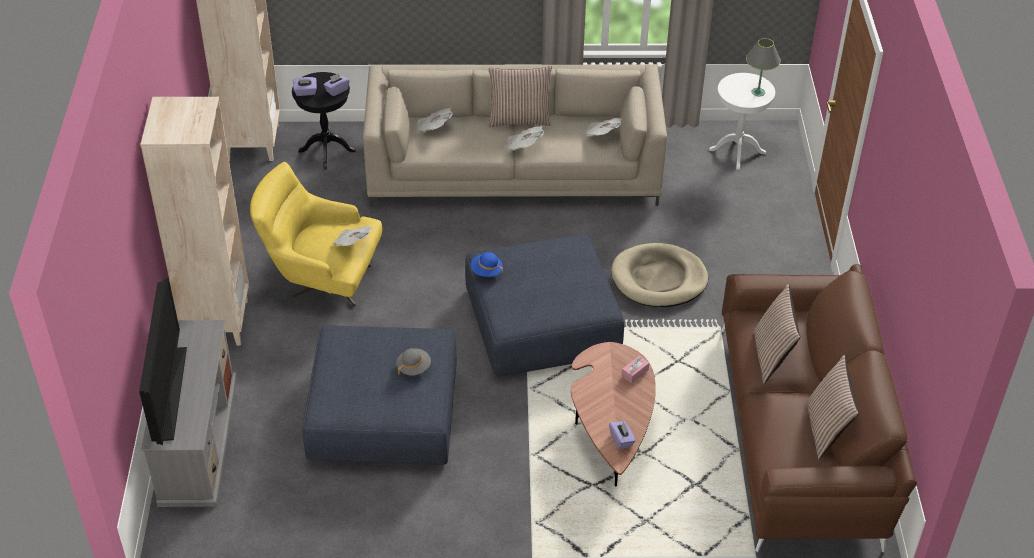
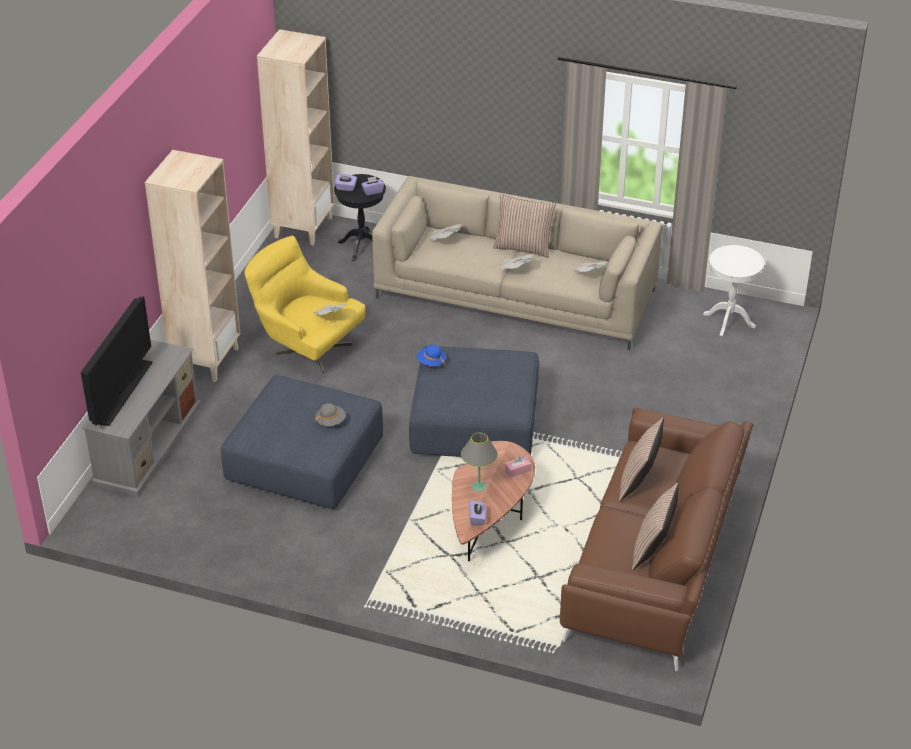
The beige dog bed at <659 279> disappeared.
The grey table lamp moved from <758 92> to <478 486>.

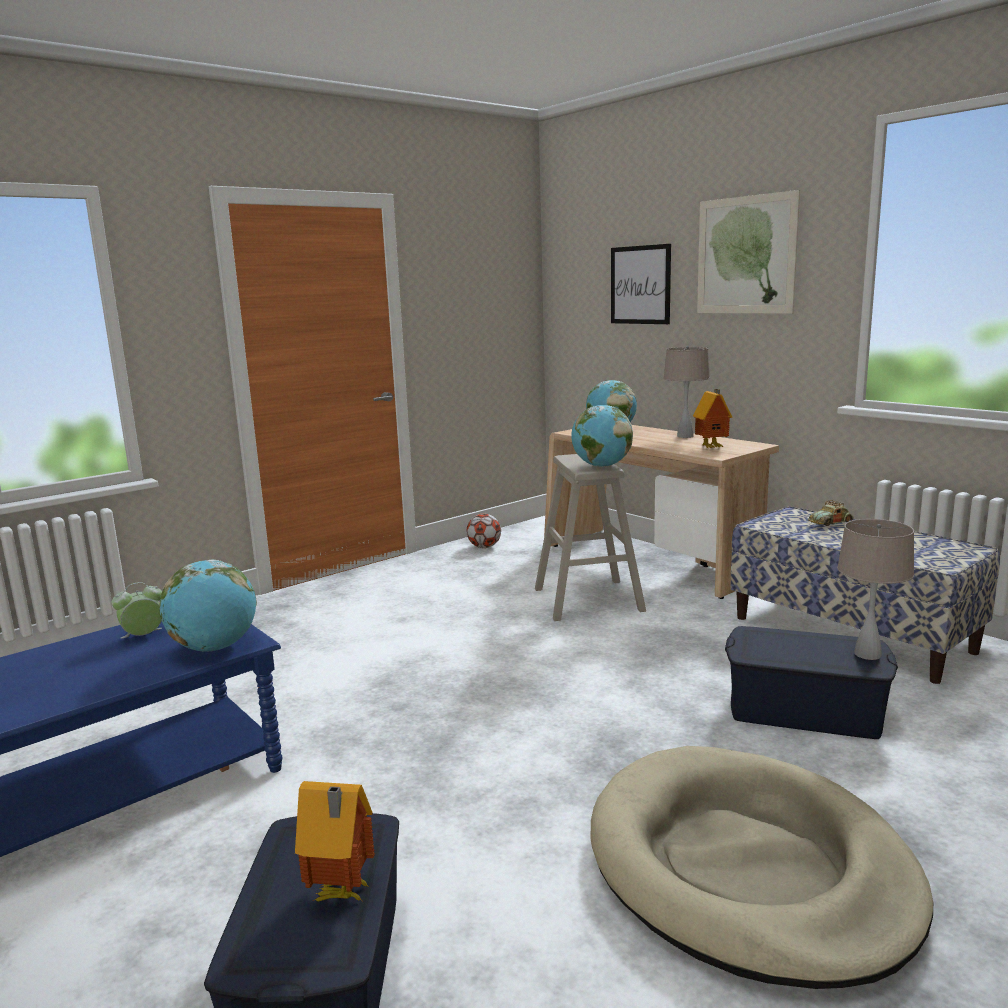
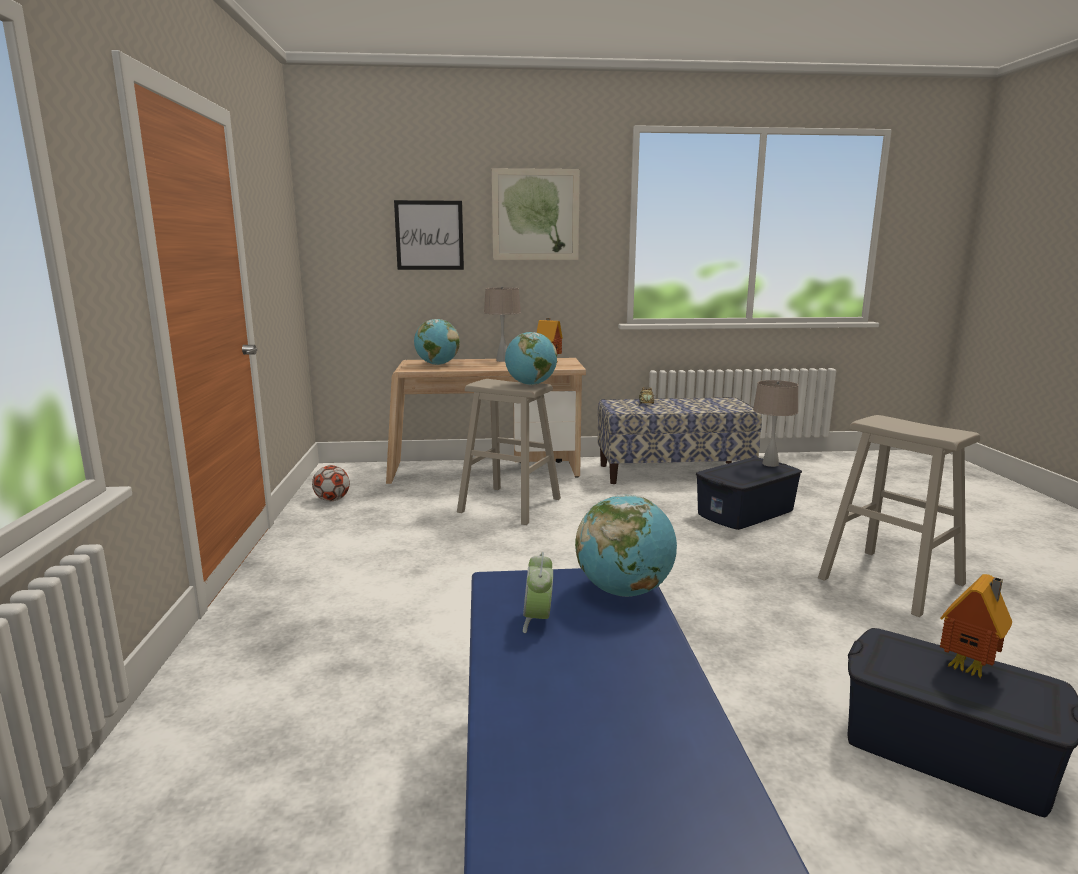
The beige dog bed at <748 868> was replaced by the beige stool at <891 581>.

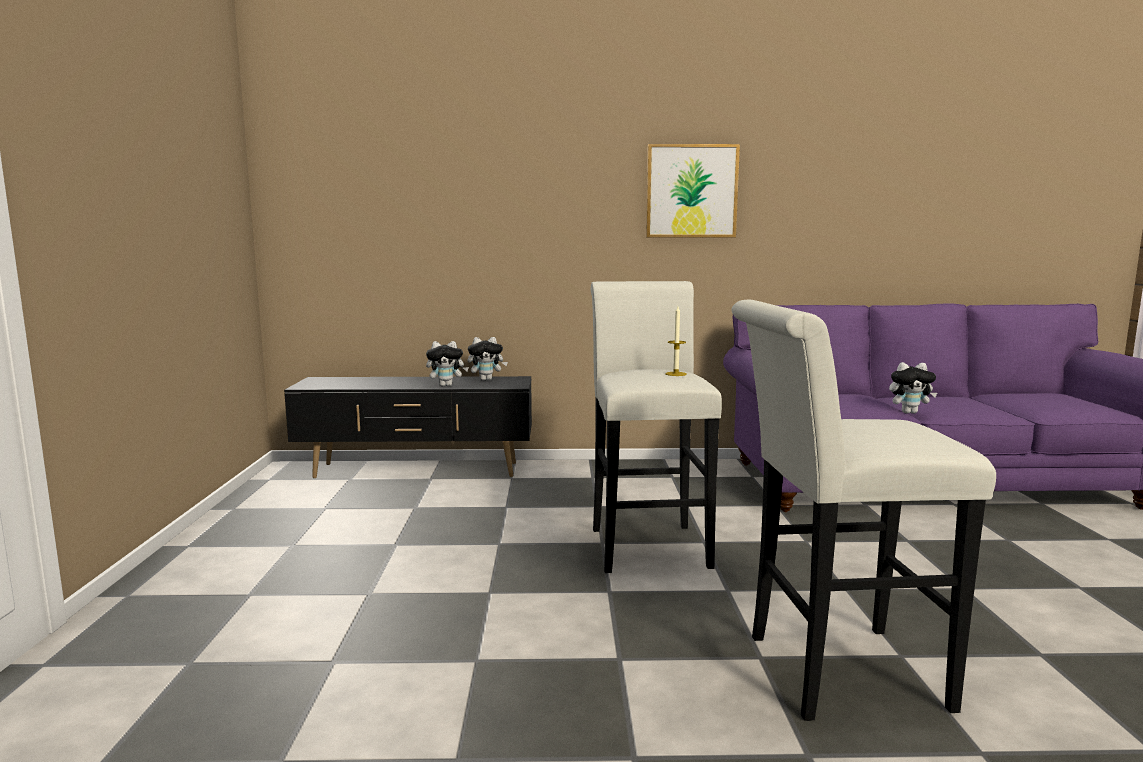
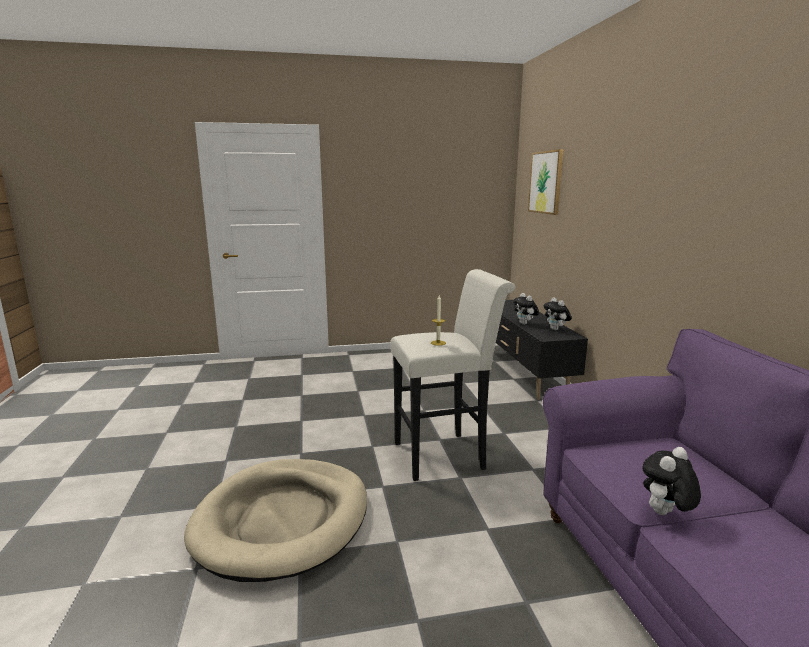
The picture moved from <691 191> to <546 182>.
The white stool at <831 672> was replaced by the beige dog bed at <283 520>.
The plush toy at <909 412> turned 60 degrees clockwise.

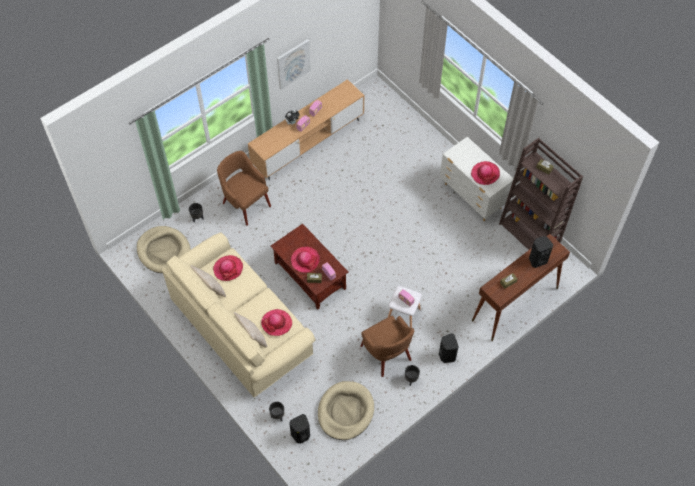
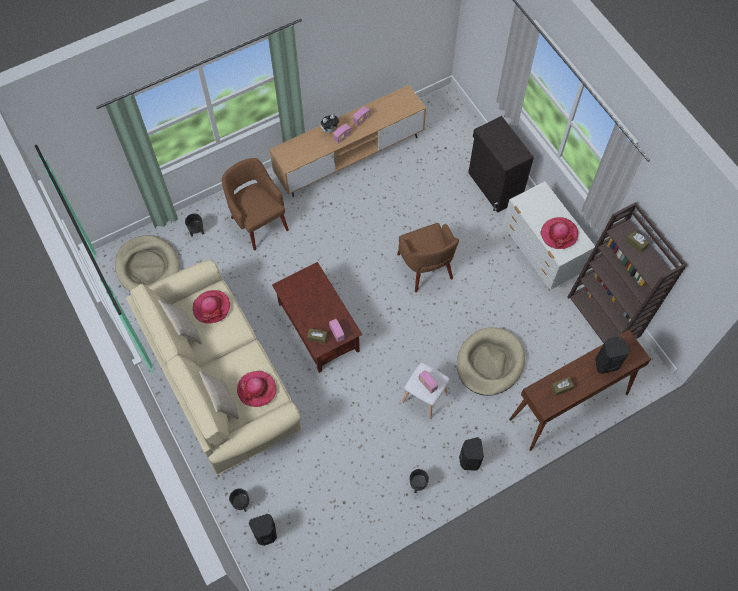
The picture at <293 63> disappeared.
The hat at <305 260> disappeared.
The beige dog bed moved from <345 411> to <489 363>.
The brown armchair moved from <386 353> to <425 267>.
The black cabinet at <494 187> appeared.

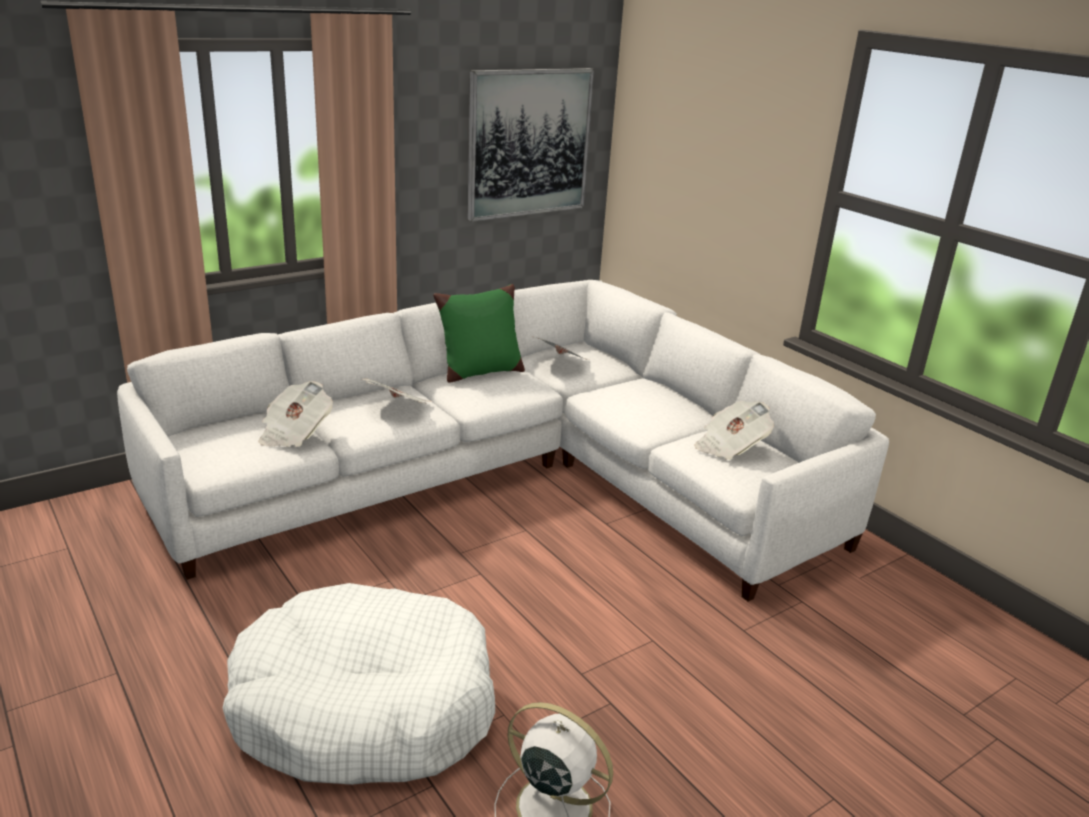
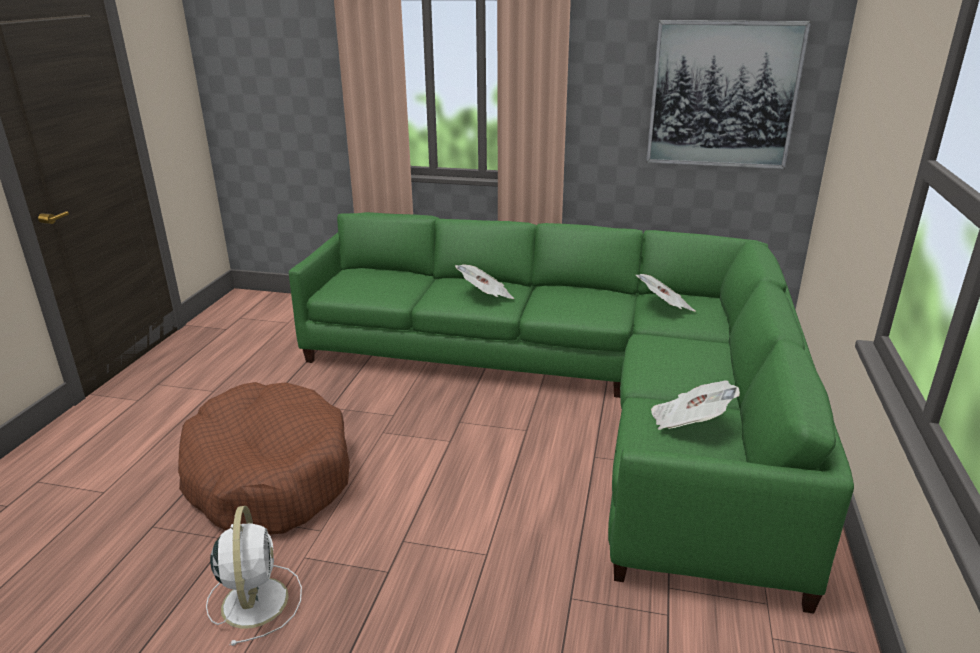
The white sofa at <514 478> became the green sofa at <577 392>.
The white dog bed at <364 707> became the brown dog bed at <268 475>.
The newspaper at <294 433> disappeared.
The green pillow at <479 372> disappeared.

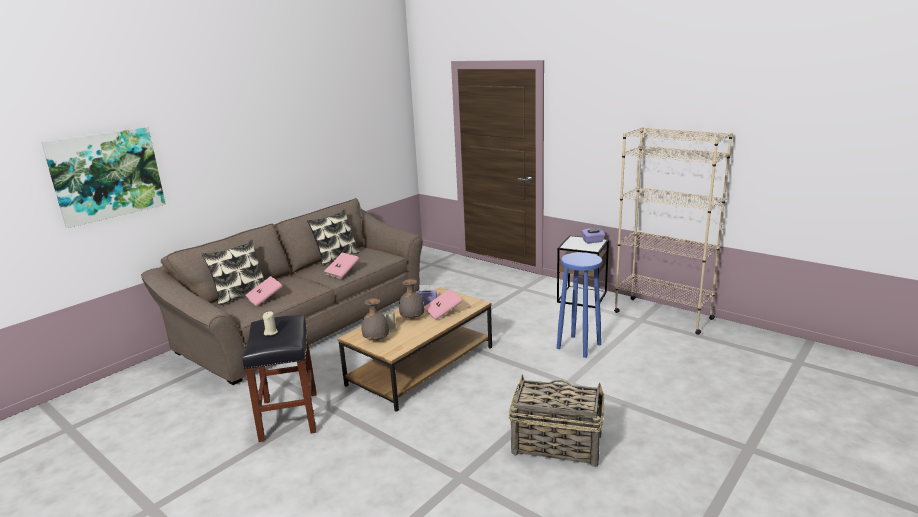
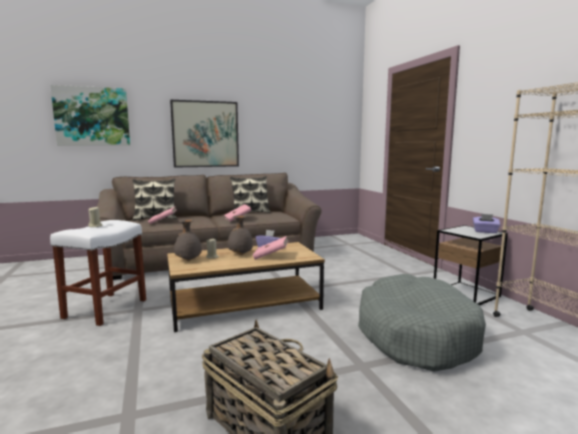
The black stool at <288 415> became the white stool at <106 308>.
The blue stool at <579 346> was replaced by the grey dog bed at <415 335>.
The picture at <205 134> appeared.

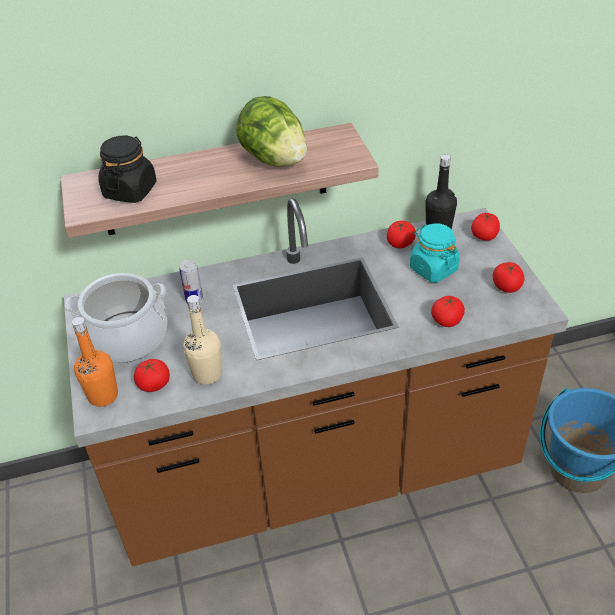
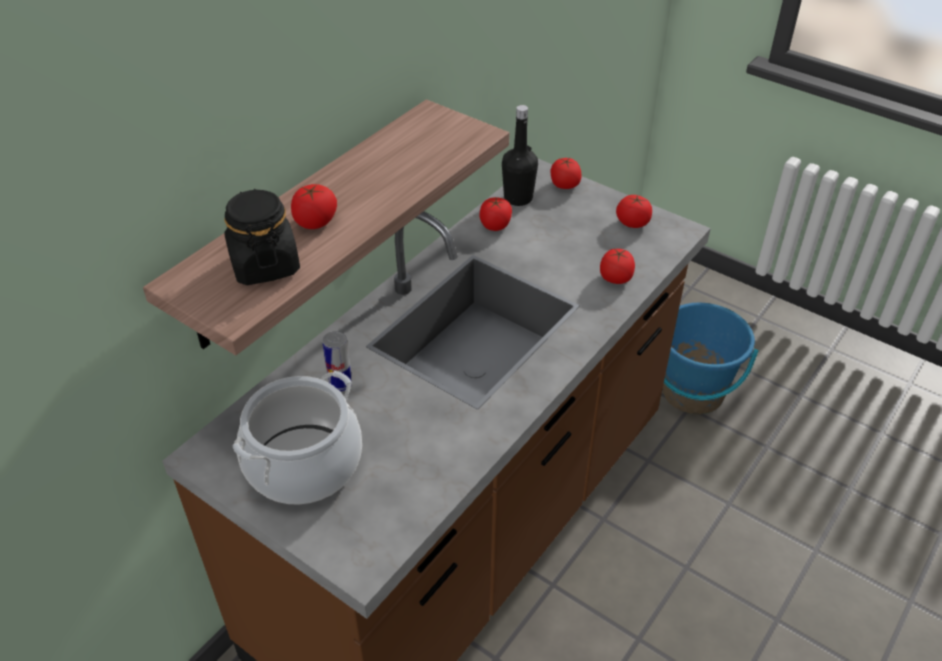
The orange bottle at <103 396> disappeared.
The tomato moved from <154 384> to <315 222>.
The beige bottle at <207 374> disappeared.
The lettuce at <274 159> disappeared.
The turquoise jar at <433 269> disappeared.

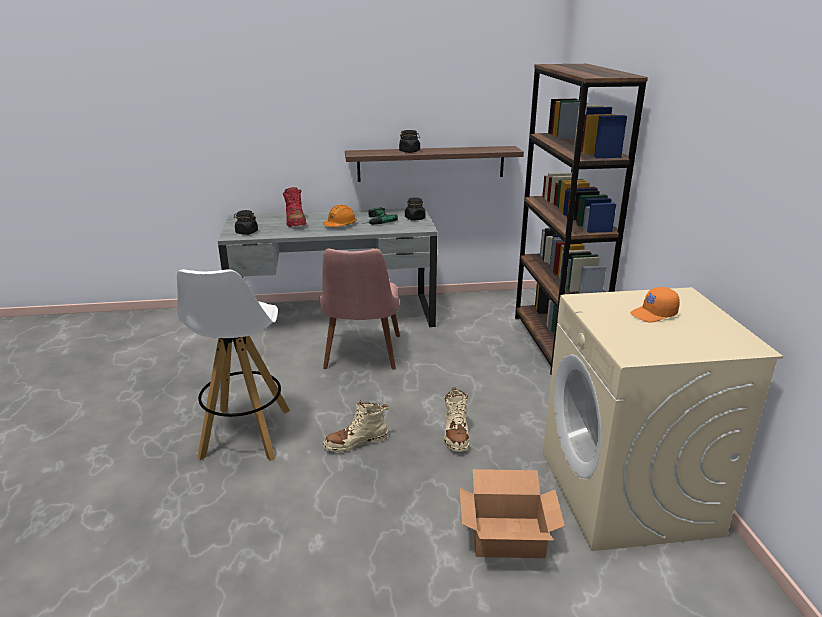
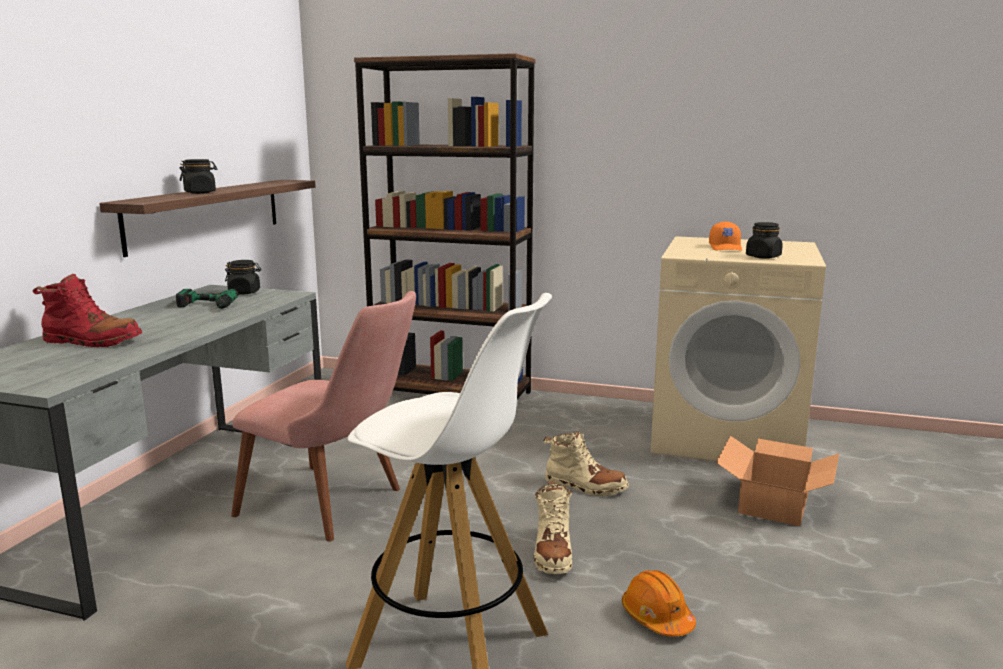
The black jar moved from <246 232> to <763 257>.
The orange hard hat moved from <340 225> to <657 617>.

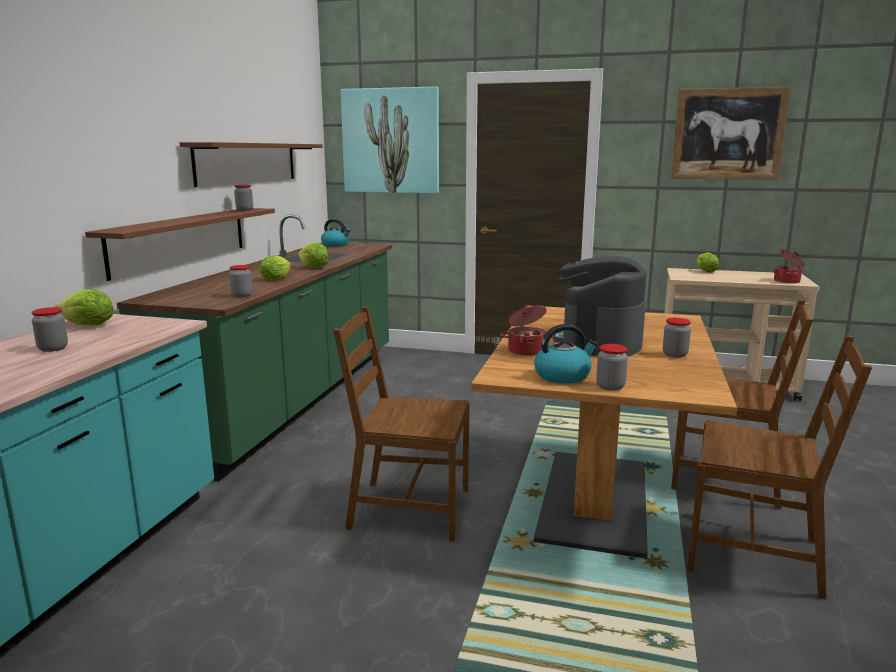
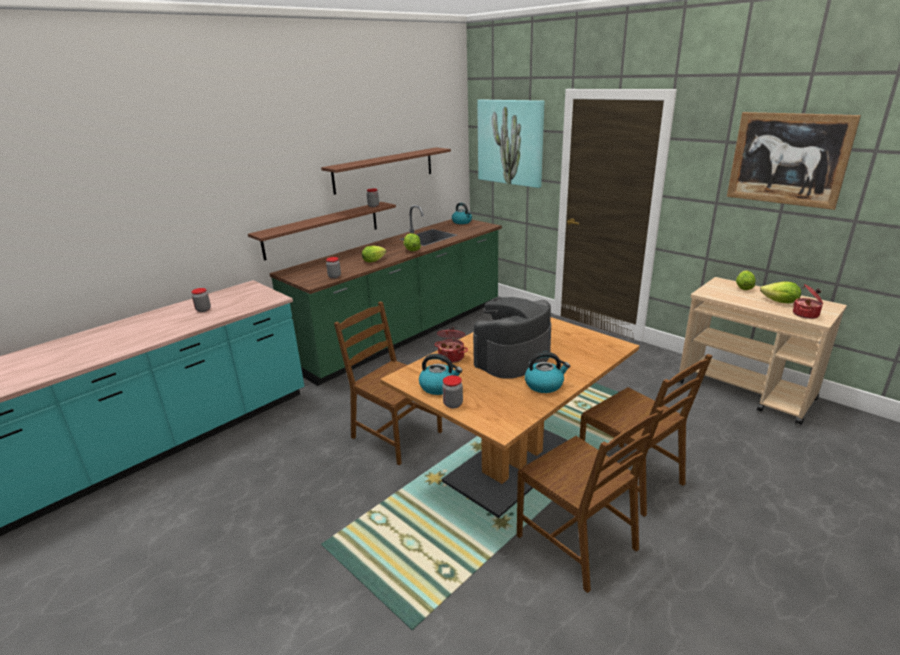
The lettuce moved from <88 326> to <780 302>.
The jar at <675 355> was replaced by the kettle at <544 385>.

